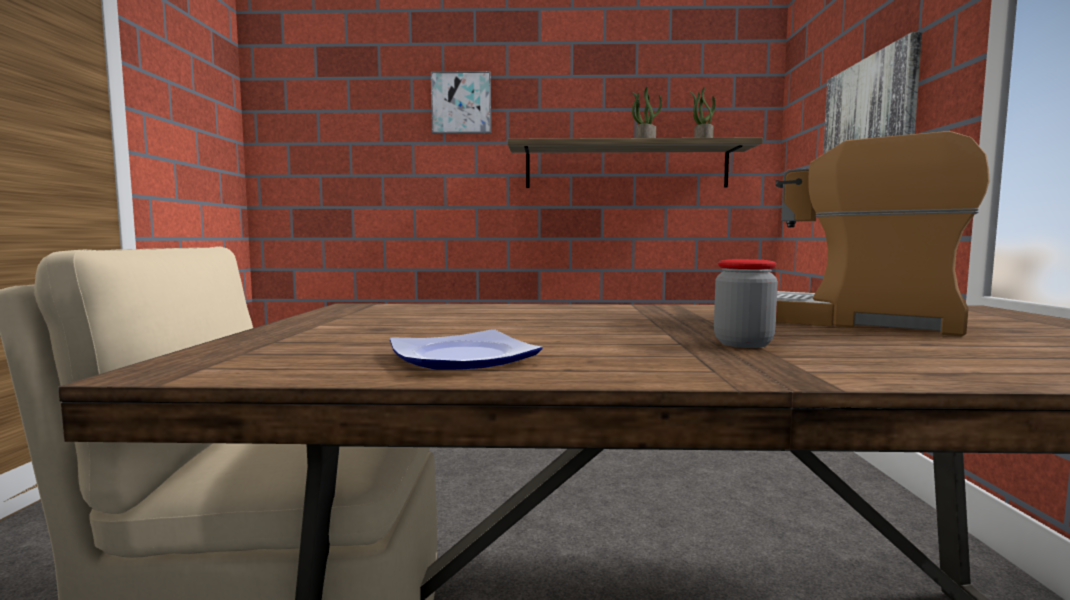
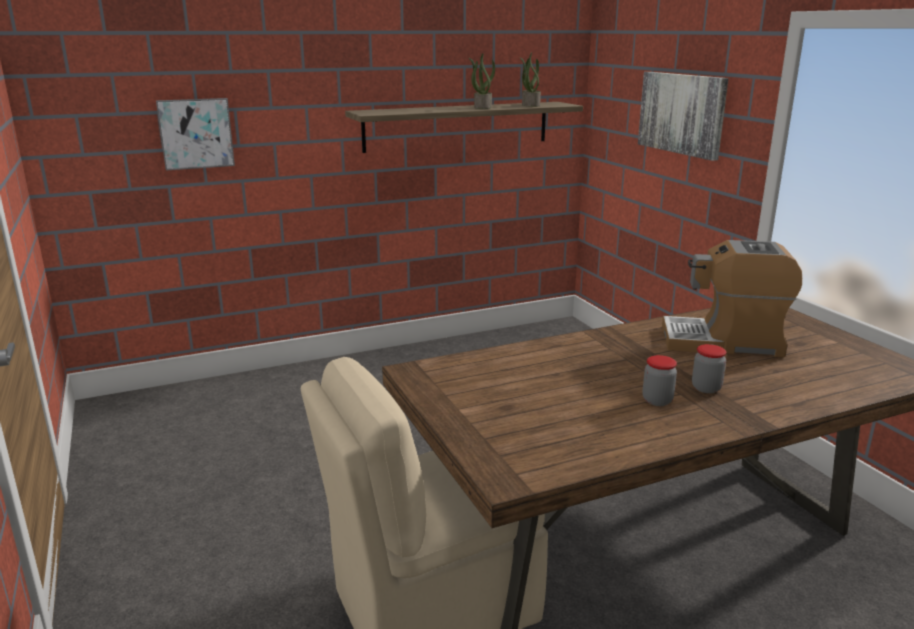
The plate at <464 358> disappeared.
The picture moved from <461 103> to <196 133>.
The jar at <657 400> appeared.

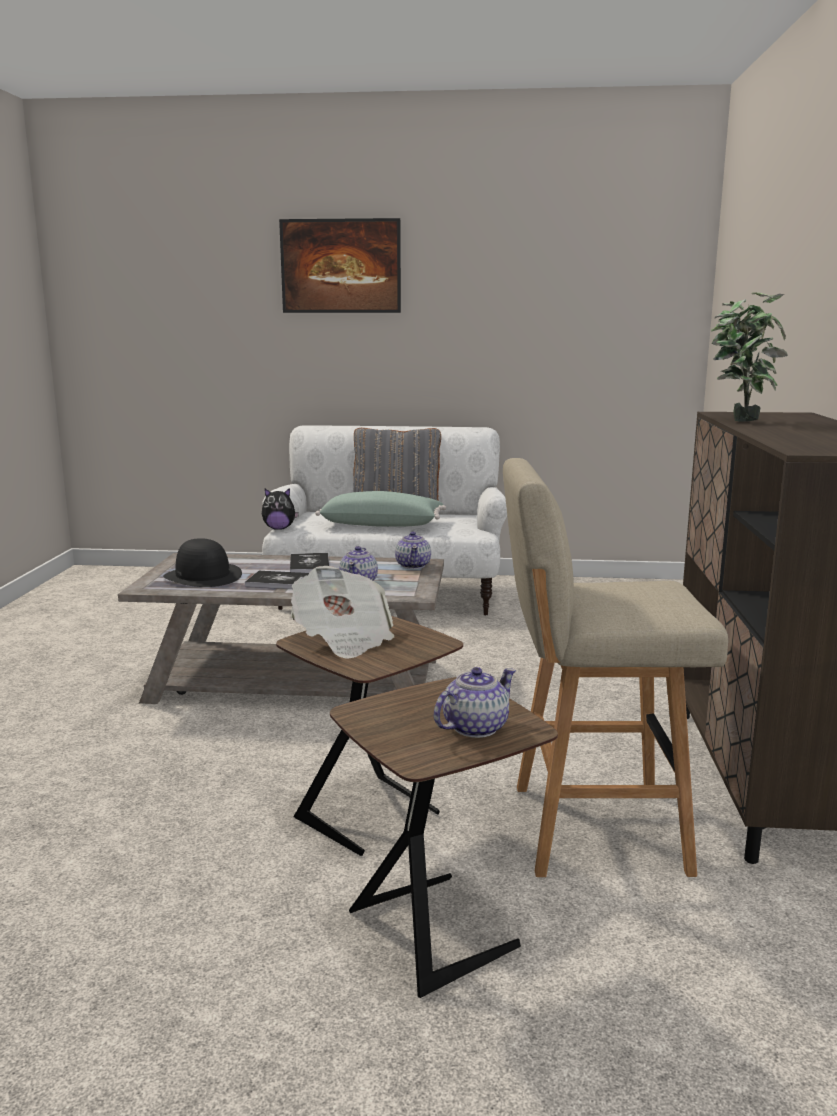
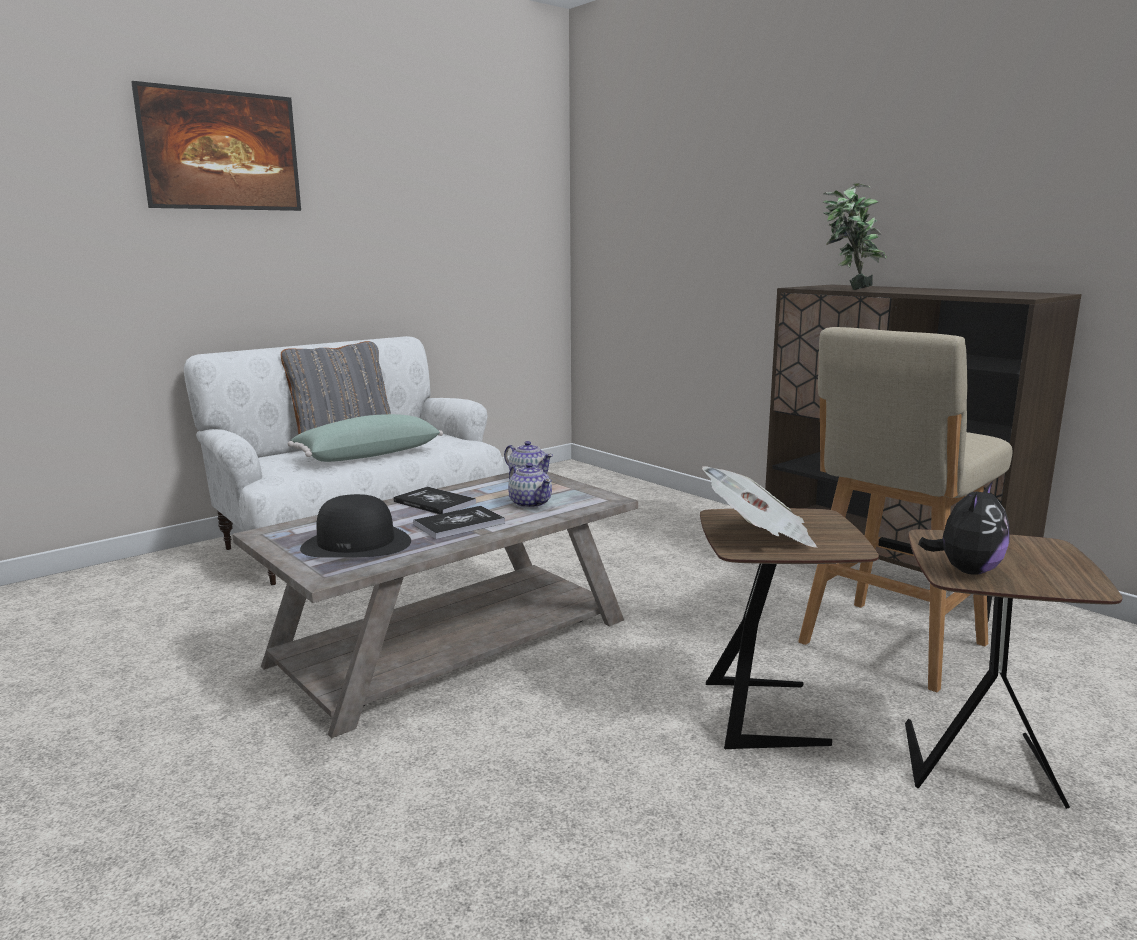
The plush toy moved from <279 529> to <966 570>.
The teapot at <474 727> disappeared.

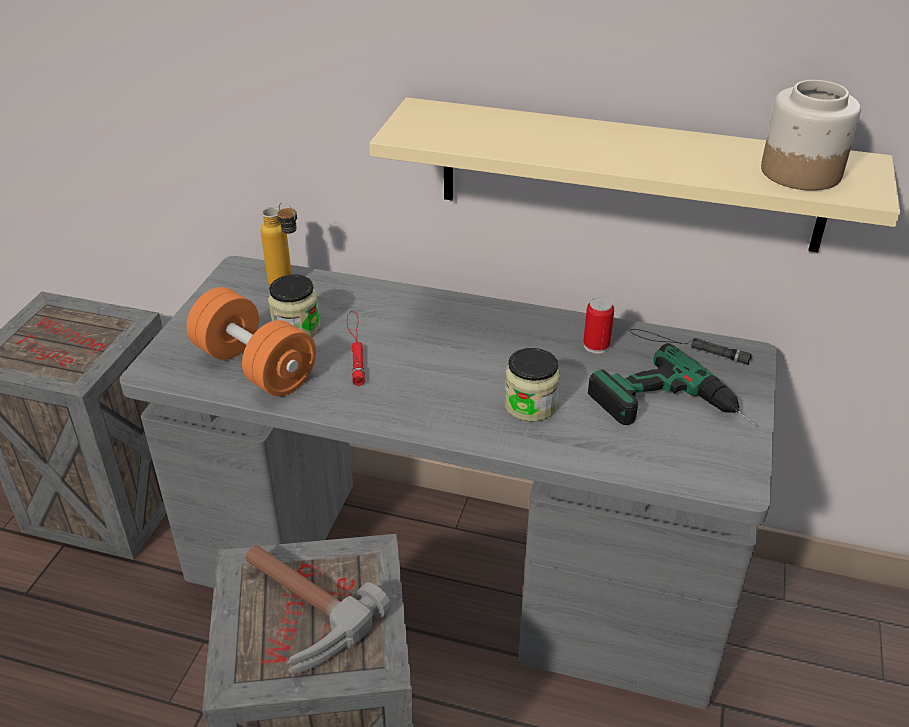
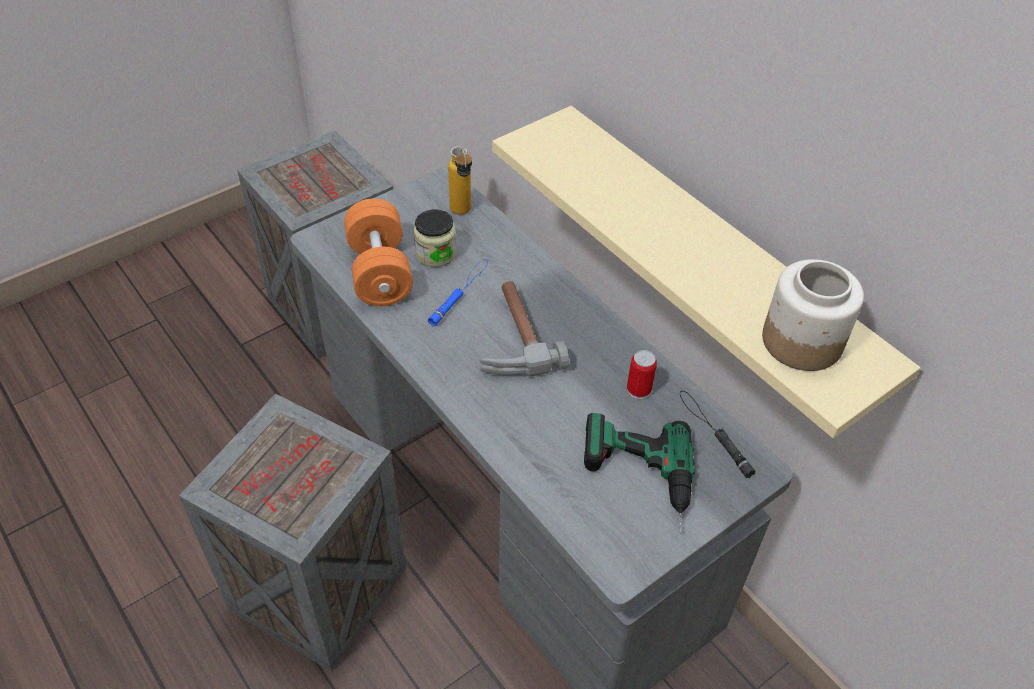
The hammer moved from <295 613> to <510 338>.
The red flashlight at <355 347> became the blue flashlight at <459 292>.
The jar at <530 405> disappeared.

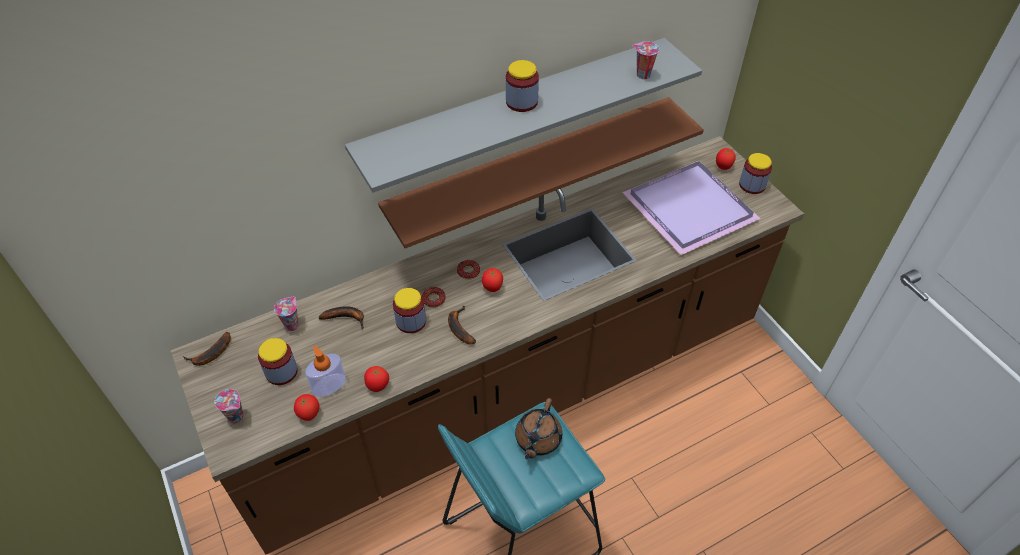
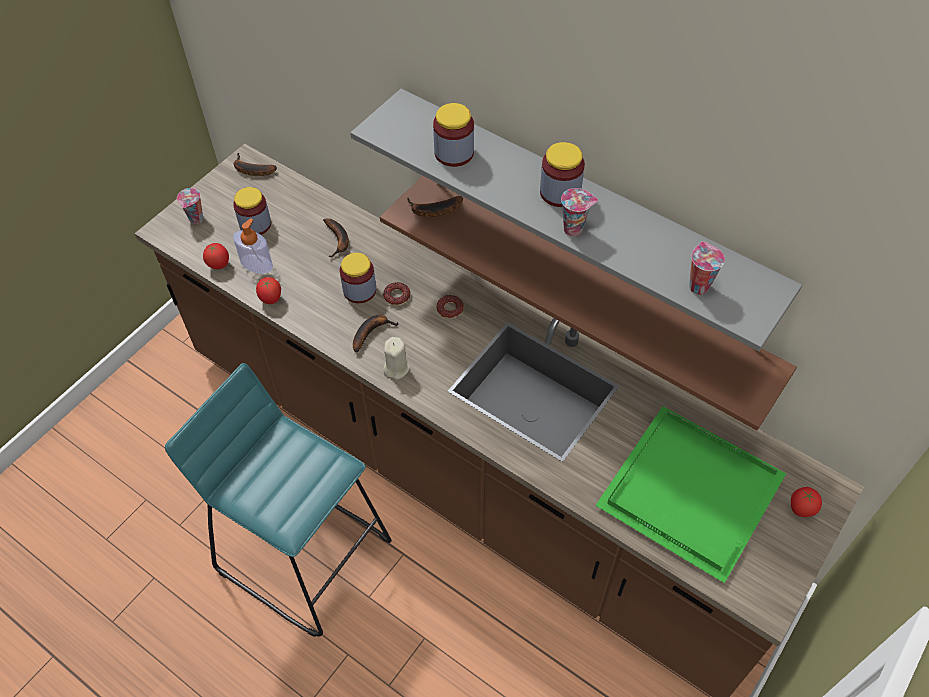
The cup moved from <292 325> to <574 229>.
The tomato at <492 288> disappeared.
The brown teapot at <537 439> disappeared.
The purple tray at <689 210> became the green tray at <686 493>.
The jar moved from <752 185> to <454 153>.
The beige candle at <396 368> appeared.
The banana at <433 211> appeared.

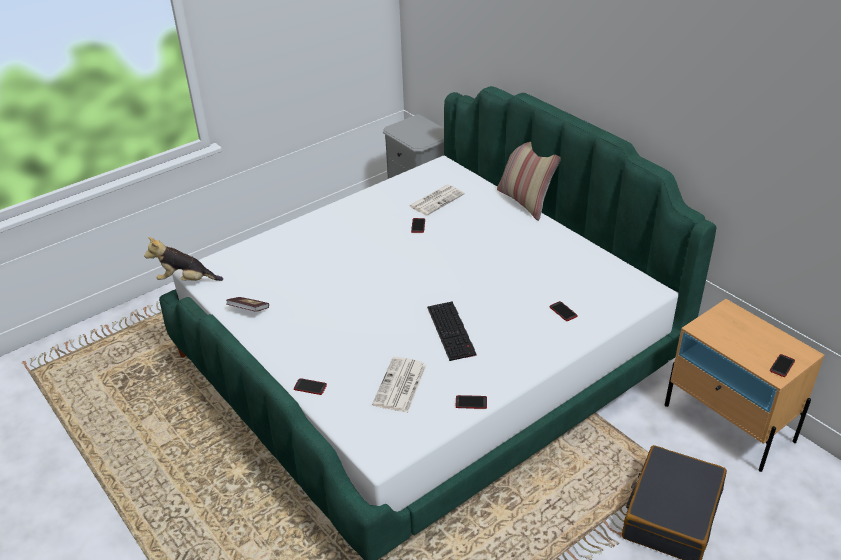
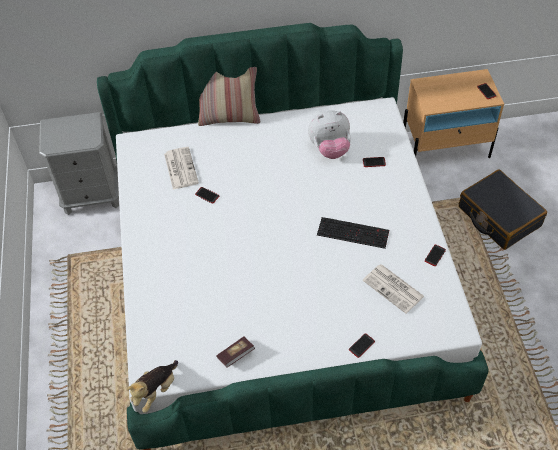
The plush toy at <330 149> appeared.

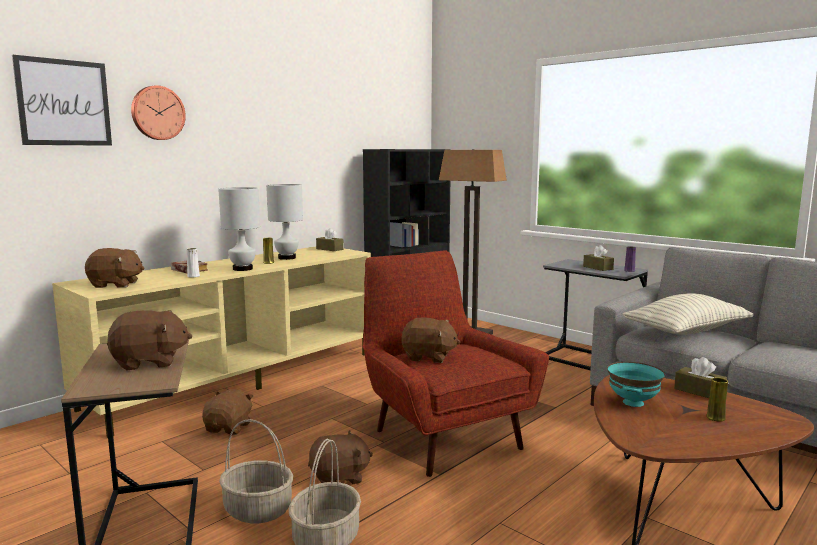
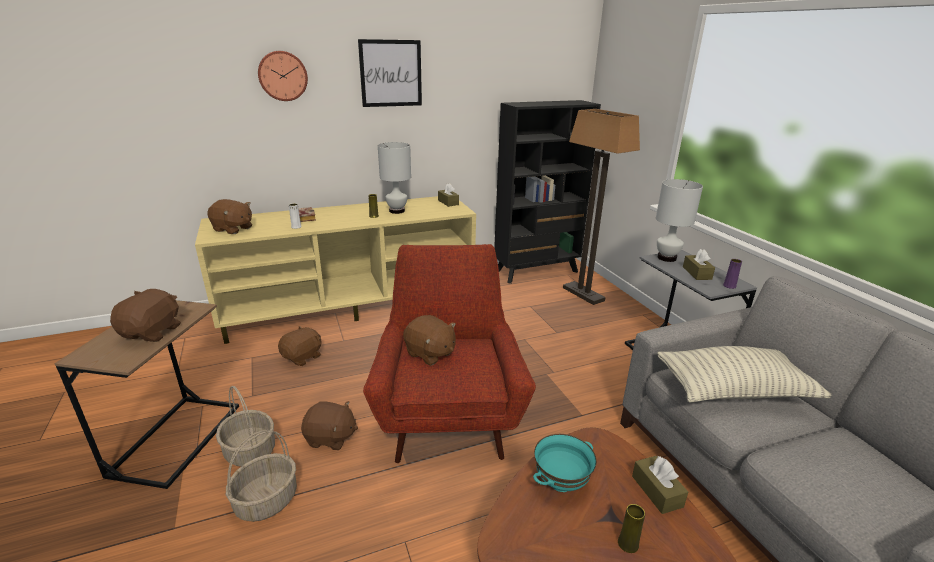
The picture moved from <64 102> to <391 73>.
The brown plush toy at <149 362> turned 90 degrees counterclockwise.
The white table lamp moved from <243 269> to <667 258>.

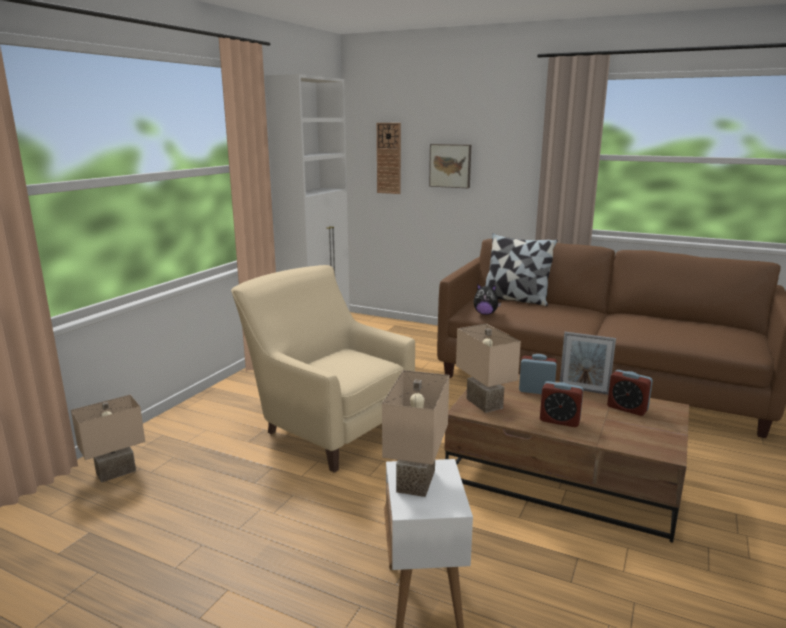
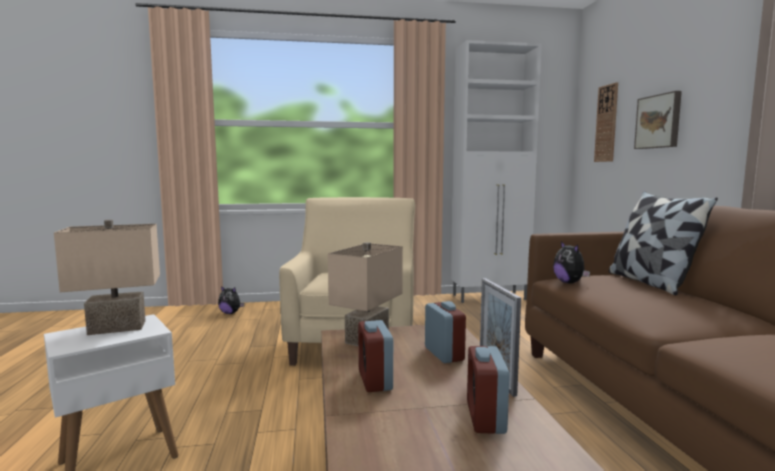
The beige table lamp at <116 471> was replaced by the plush toy at <230 313>.

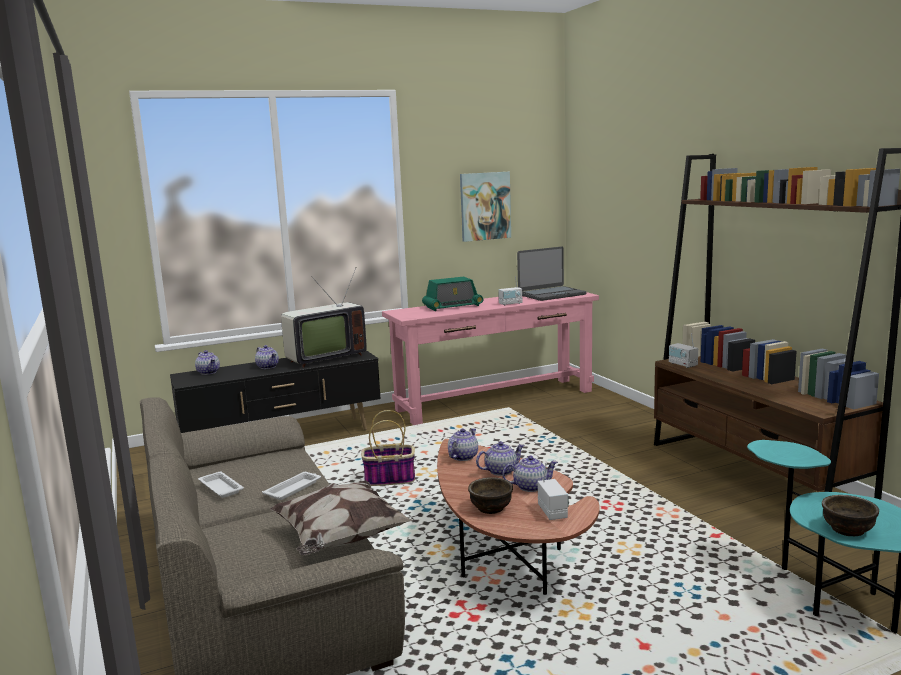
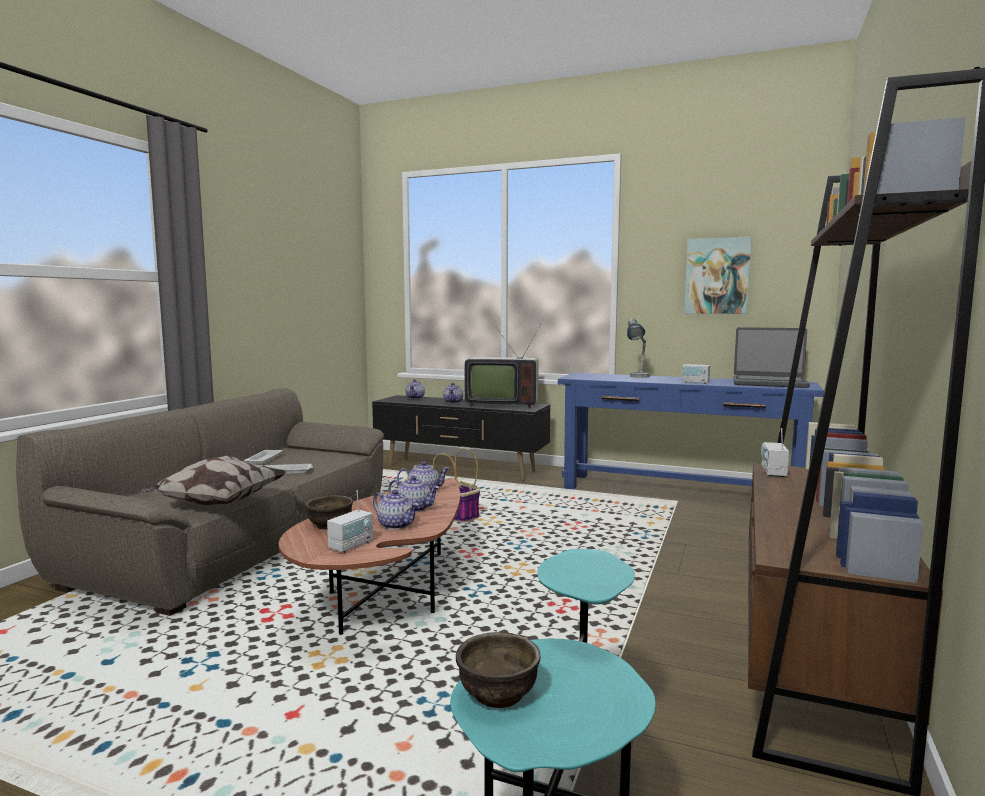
The pink console table at <495 400> became the blue console table at <679 492>.
The radio at <452 306> was replaced by the table lamp at <637 377>.

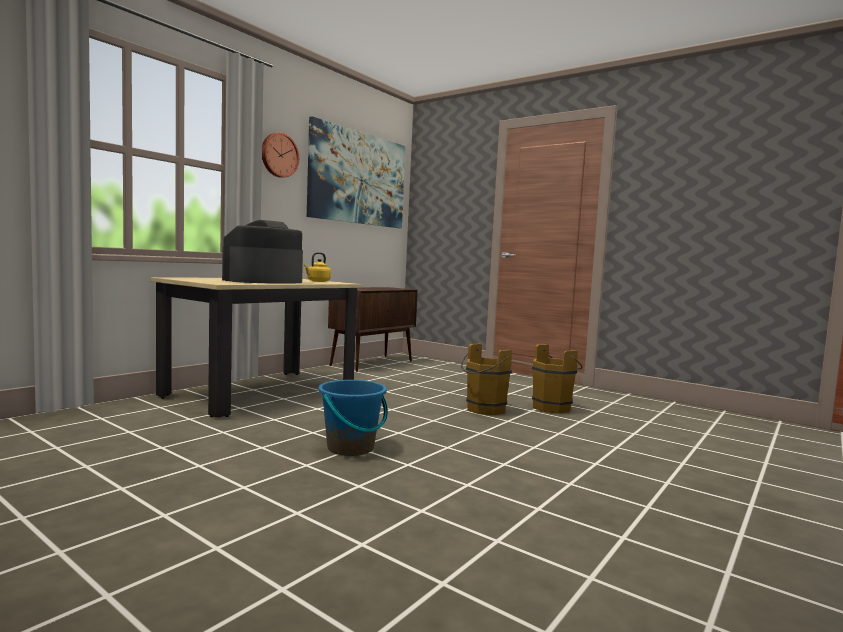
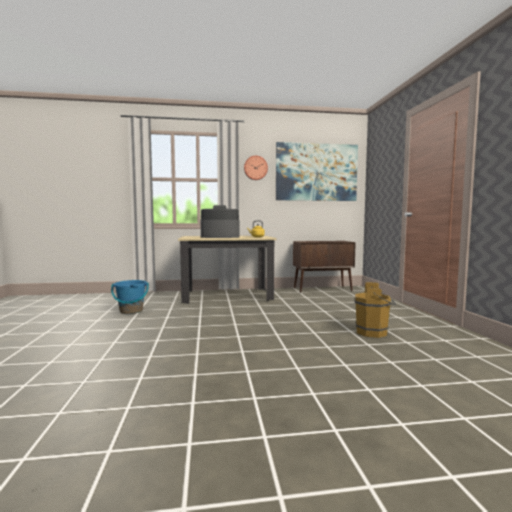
The blue bucket moved from <351 448> to <131 311>.
The brown bucket at <483 410> disappeared.

